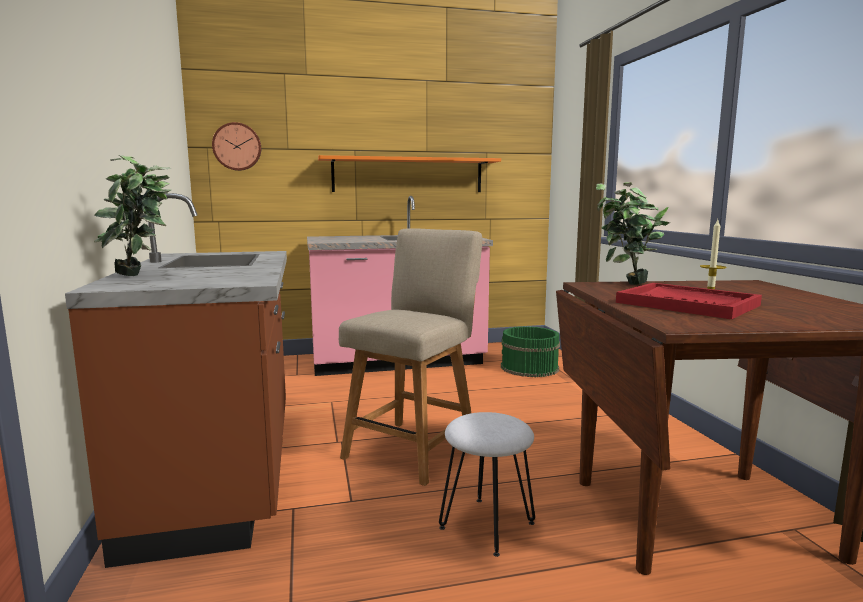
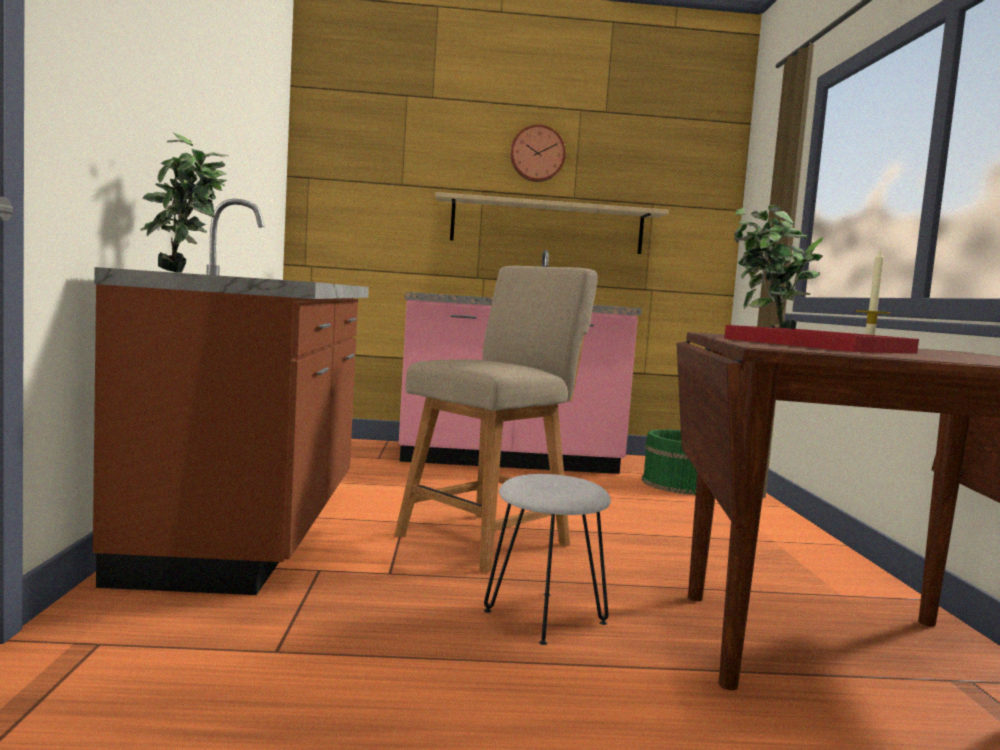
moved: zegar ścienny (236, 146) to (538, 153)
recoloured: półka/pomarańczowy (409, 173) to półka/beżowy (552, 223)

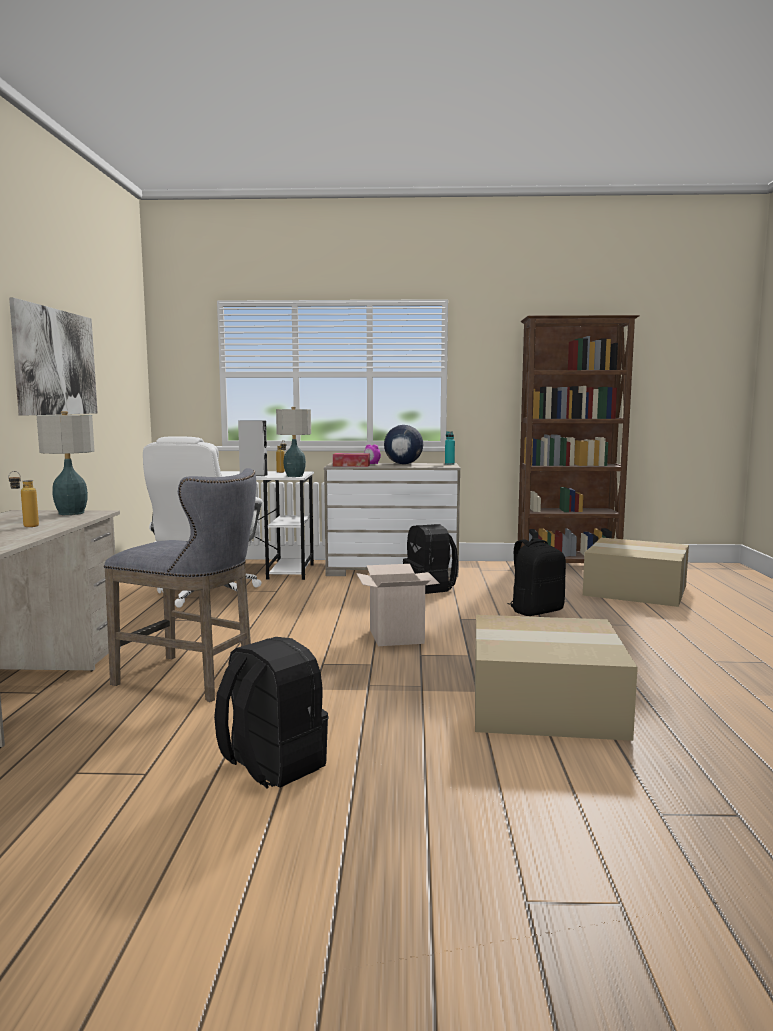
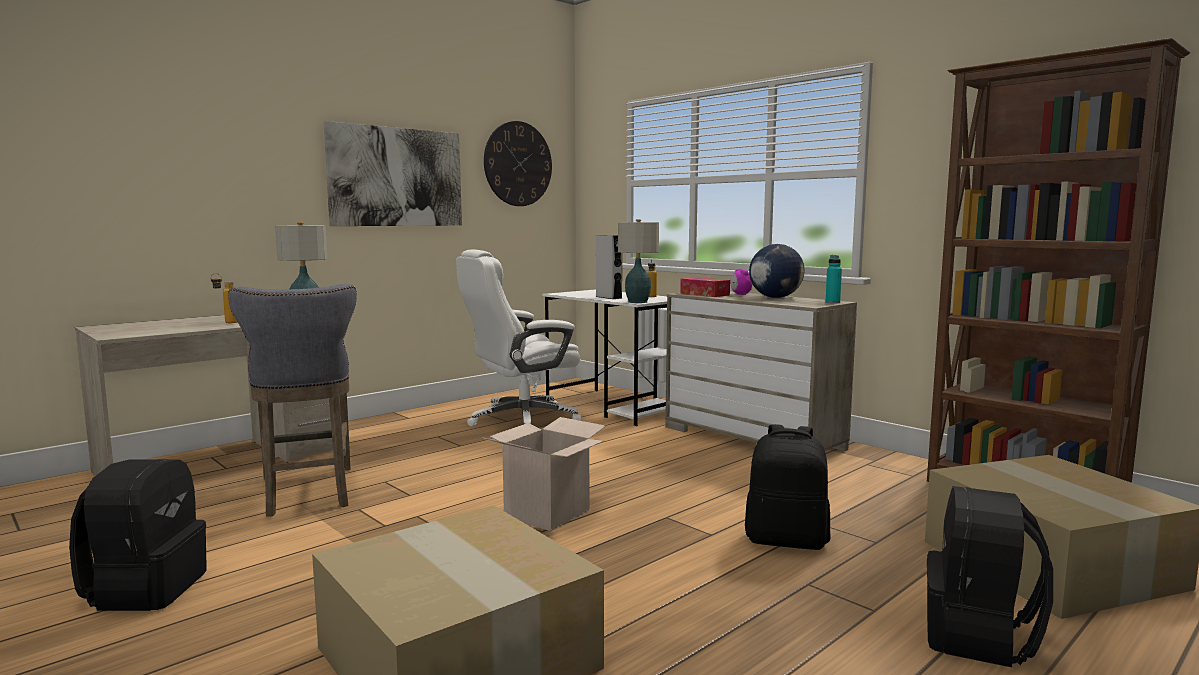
added: zegar ścienny (518, 163)
moved: plecak/czarny (430, 559) to (990, 576)

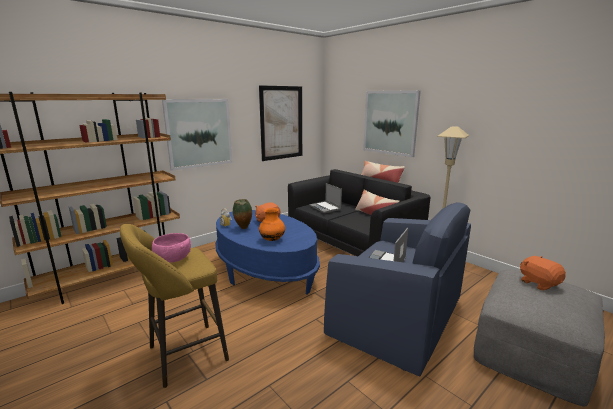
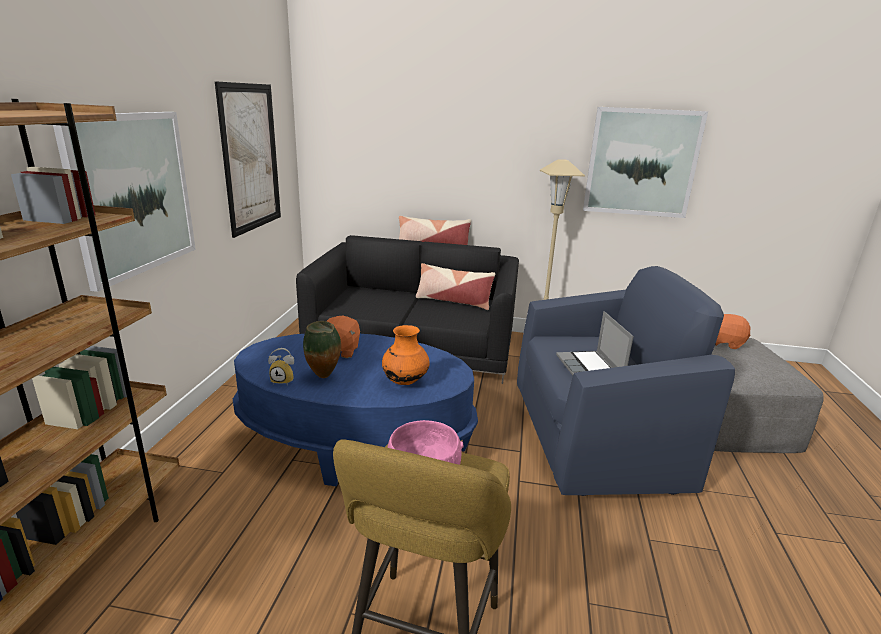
removed: laptop (325, 198)
moved: obraz (392, 123) to (645, 162)

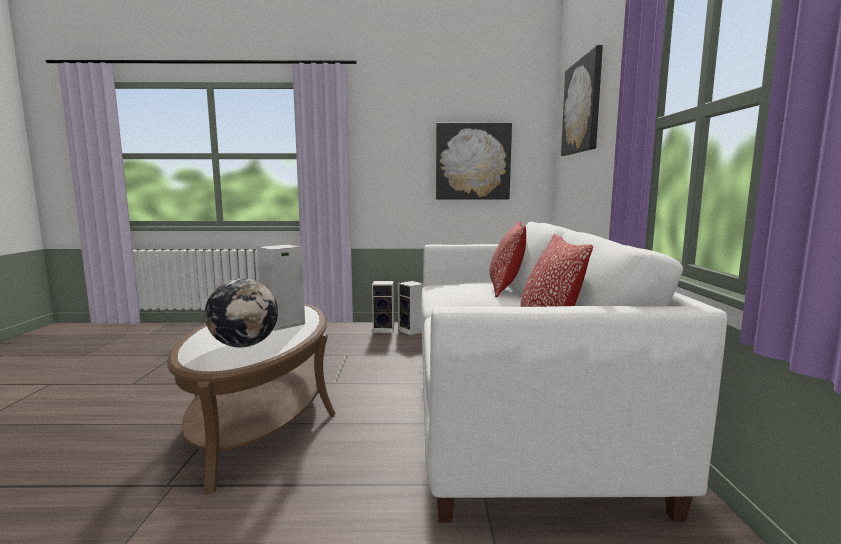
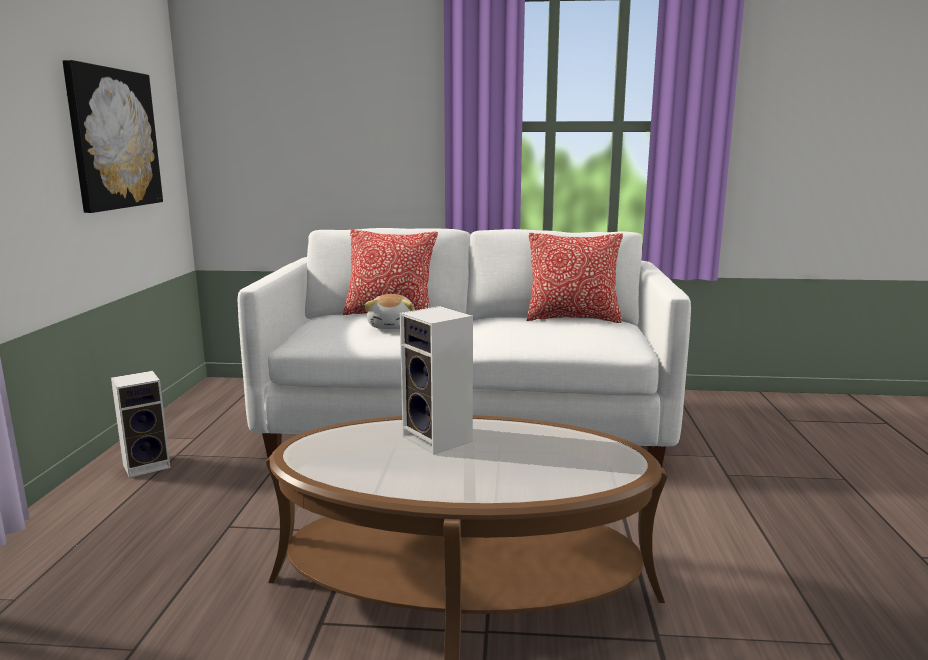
removed: globus (241, 312); głośnik (383, 307); obraz (582, 100)
added: pluszak (390, 311)

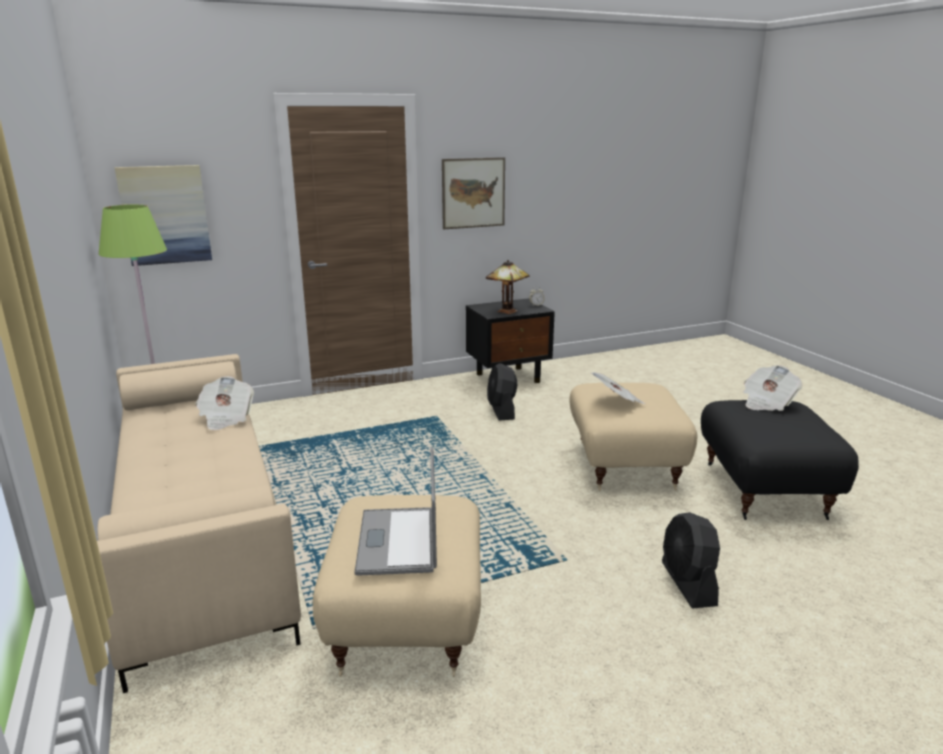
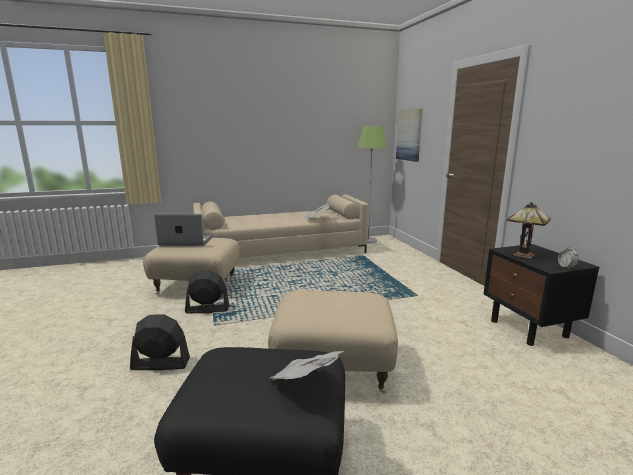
removed: obraz (473, 193); gazeta (618, 388)
moved: wentylator/czarny (502, 391) to (207, 292)

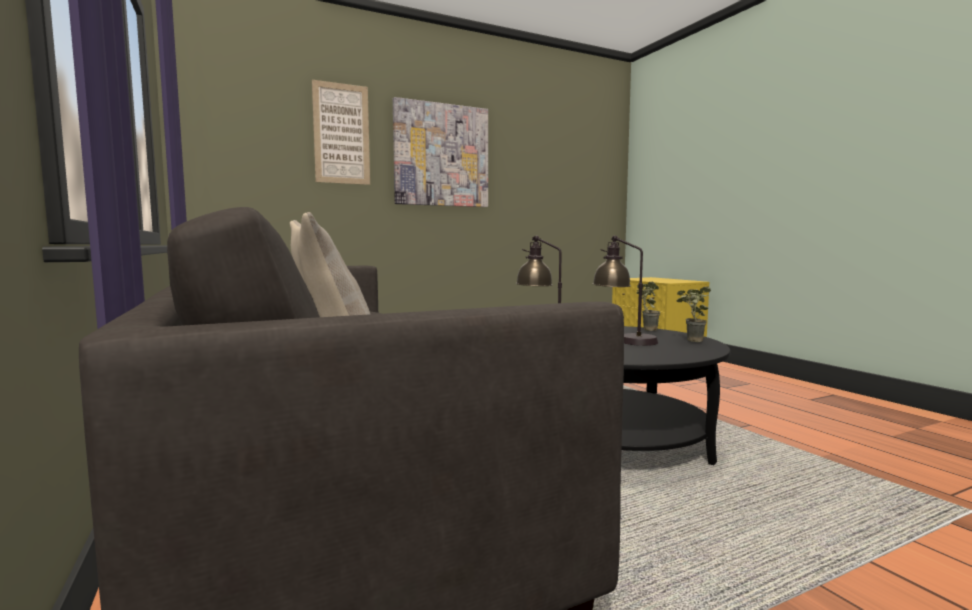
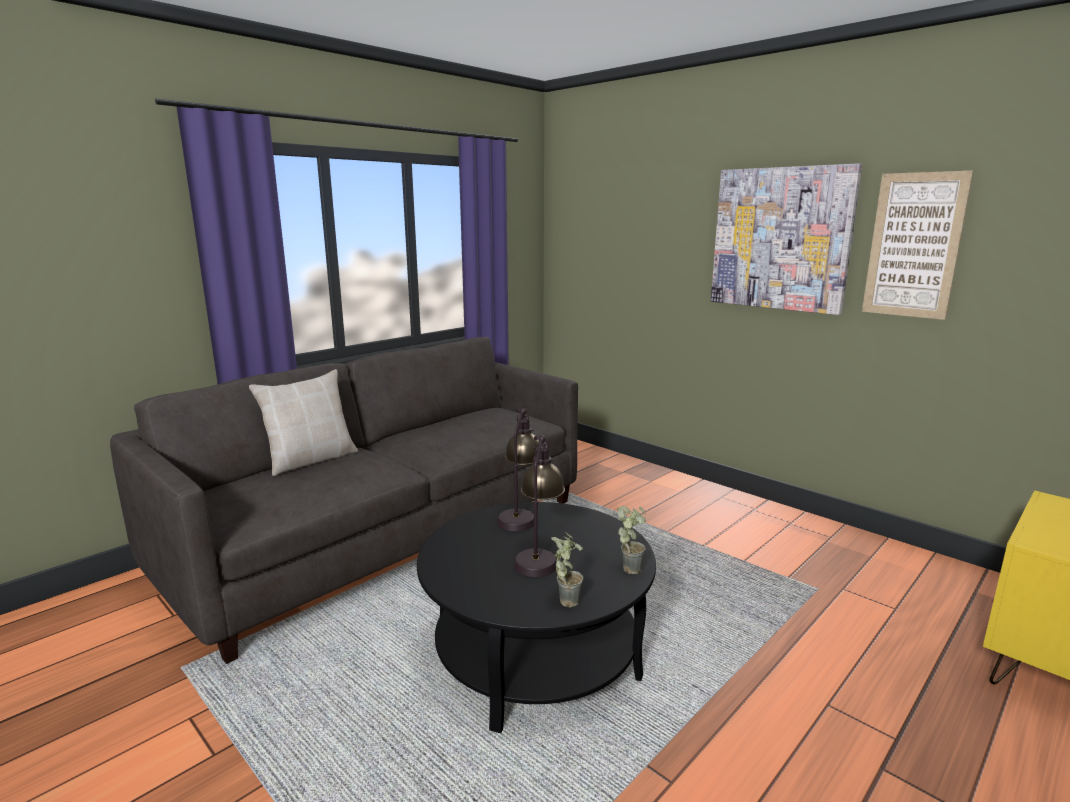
moved: obraz (341, 132) to (917, 245)

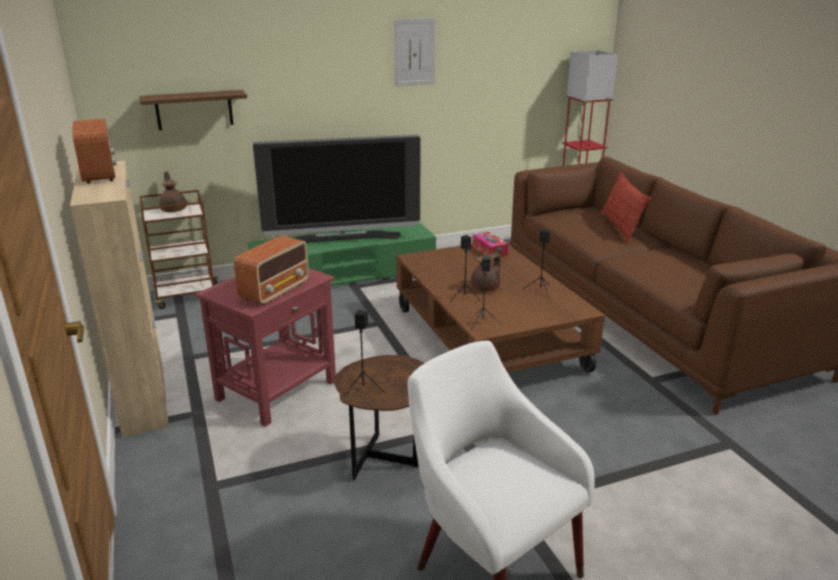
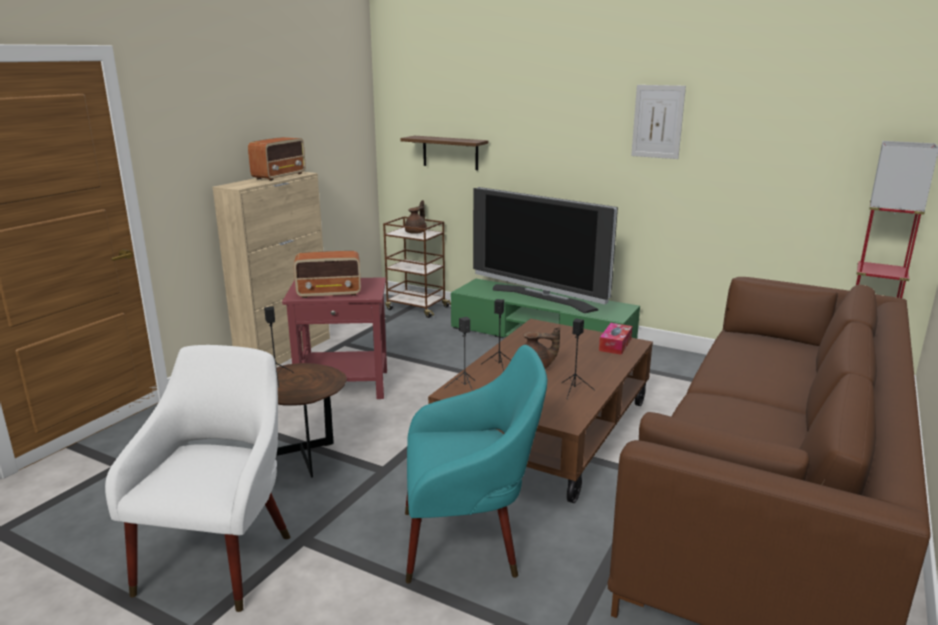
removed: poduszka (626, 207)
added: fotel/turkusowy (476, 464)

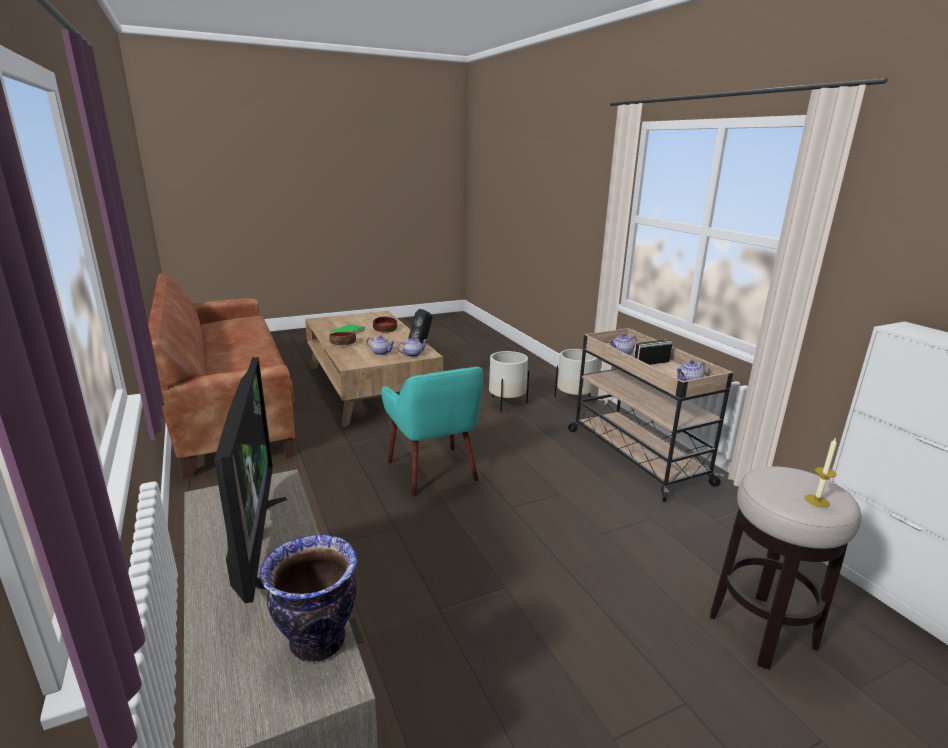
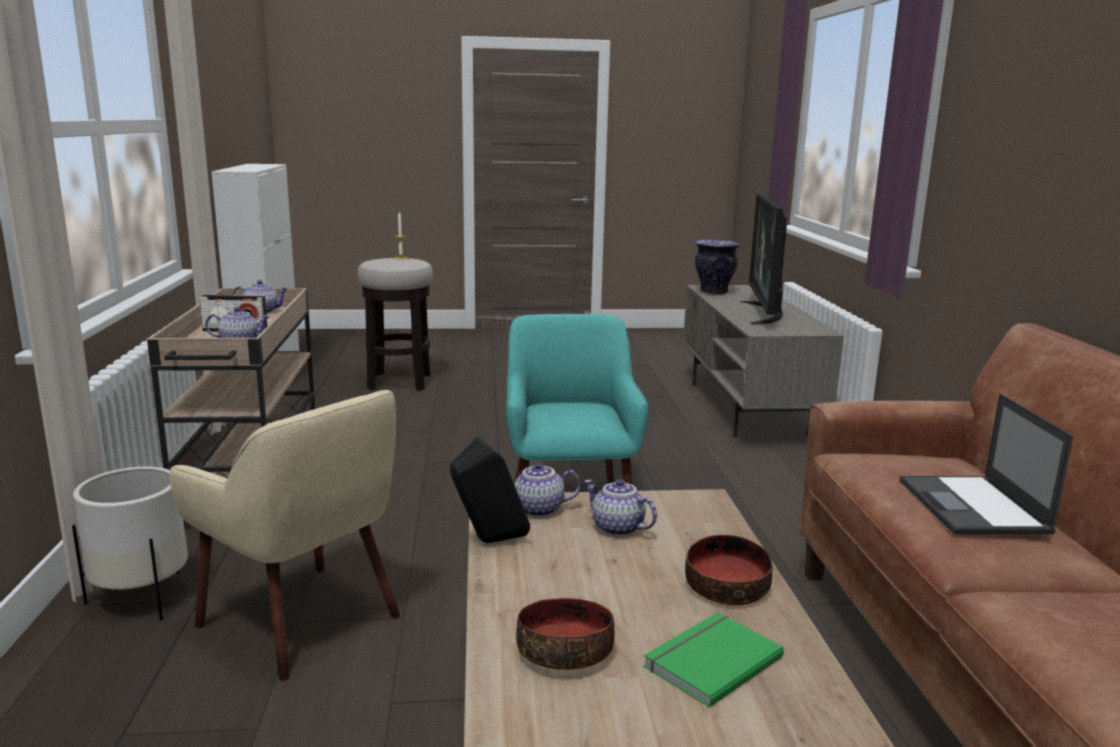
added: laptop (986, 463)
replaced: donica/biały (509, 382) to fotel/beżowy (285, 535)

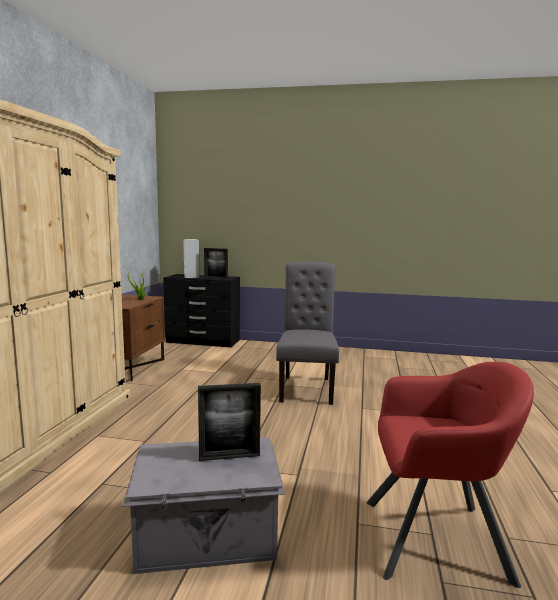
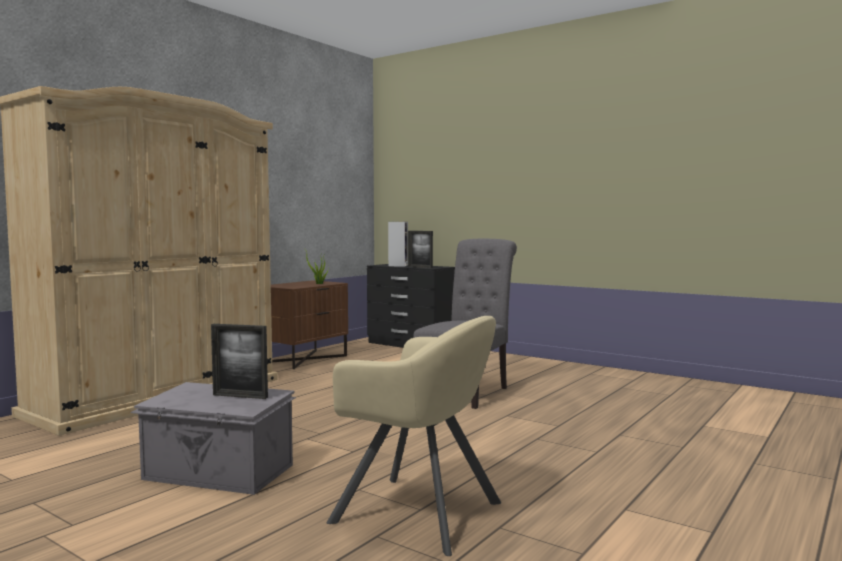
recoloured: fotel/czerwony (450, 475) to fotel/beżowy (414, 436)

